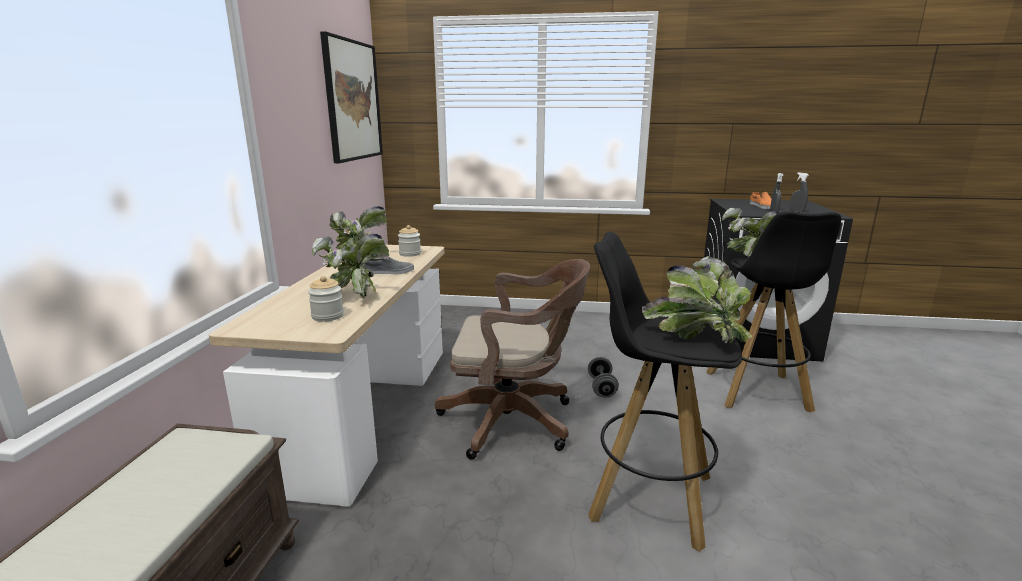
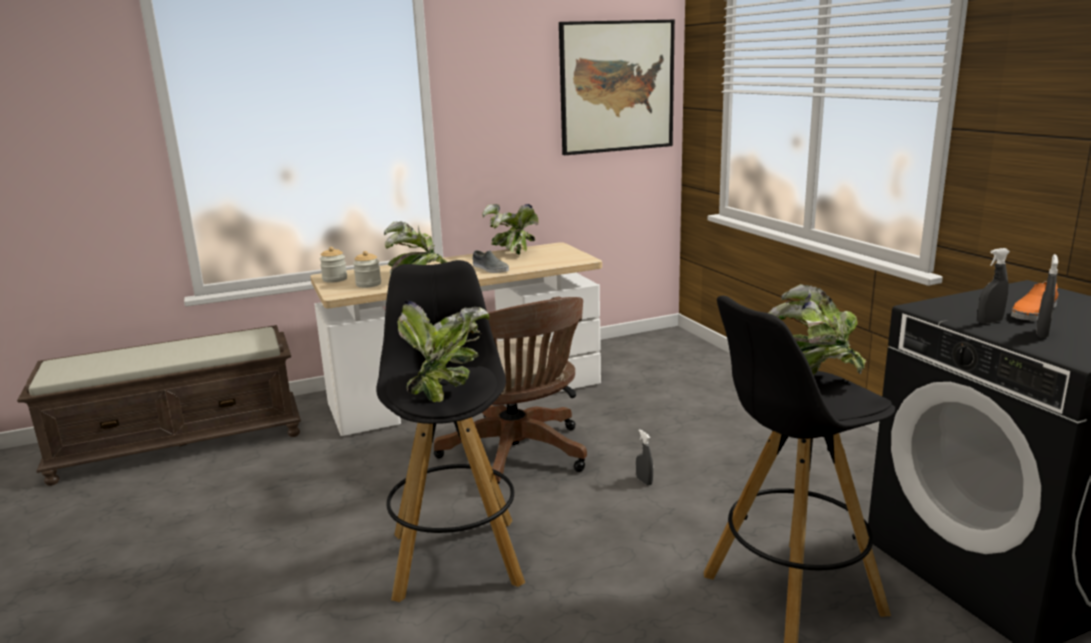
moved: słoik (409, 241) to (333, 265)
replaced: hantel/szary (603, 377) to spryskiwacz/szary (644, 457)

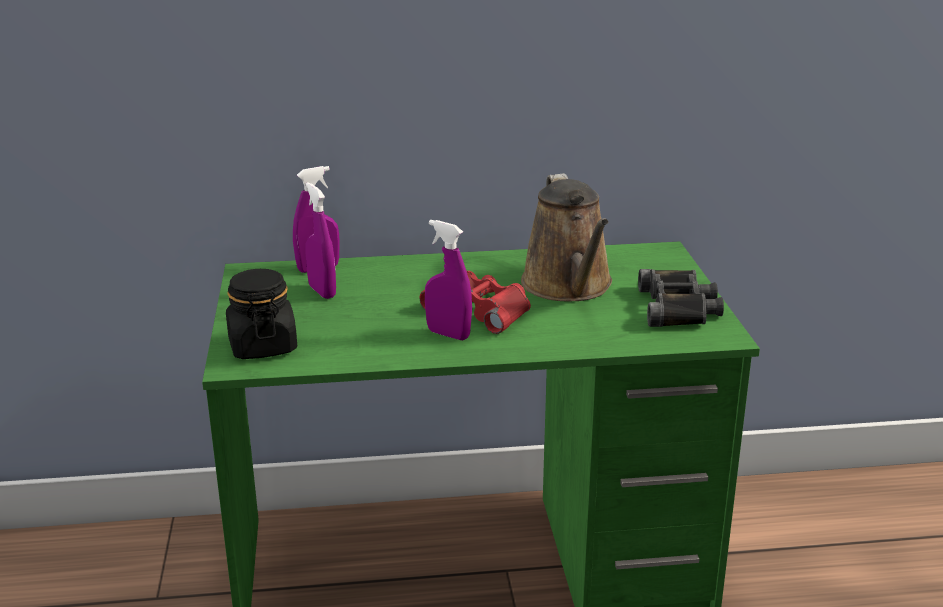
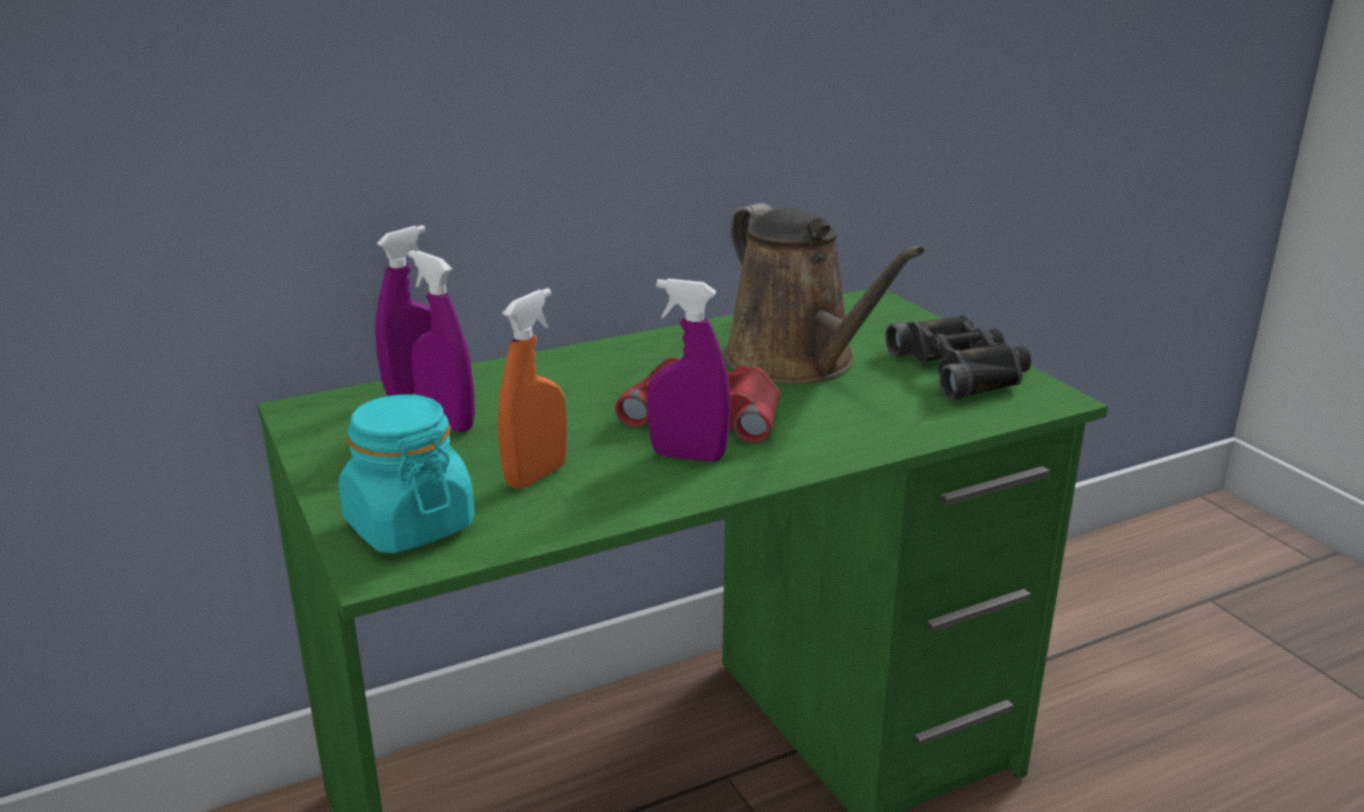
added: spryskiwacz/pomarańczowy (532, 388)
recoloured: słoik/czarny (261, 314) to słoik/turkusowy (407, 474)

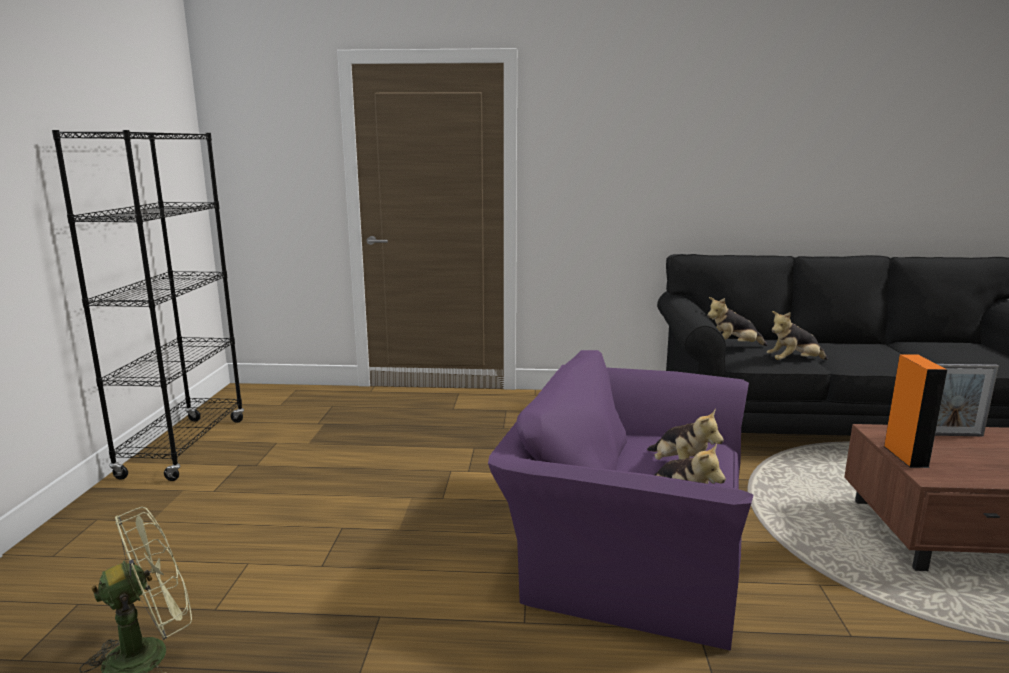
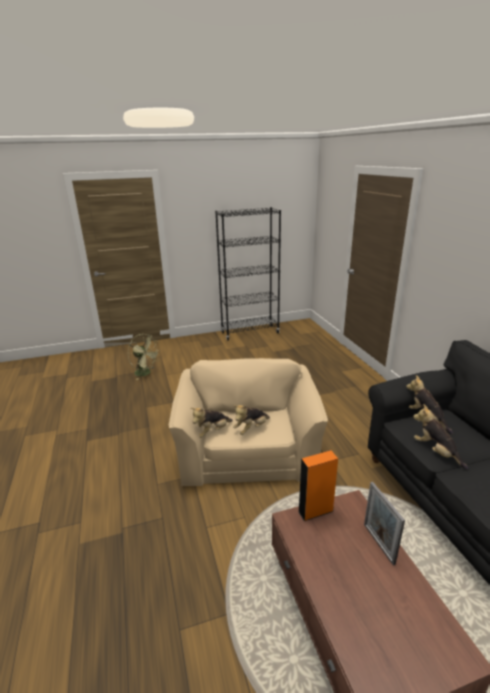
recoloured: fotel/fioletowy (620, 500) to fotel/beżowy (248, 422)

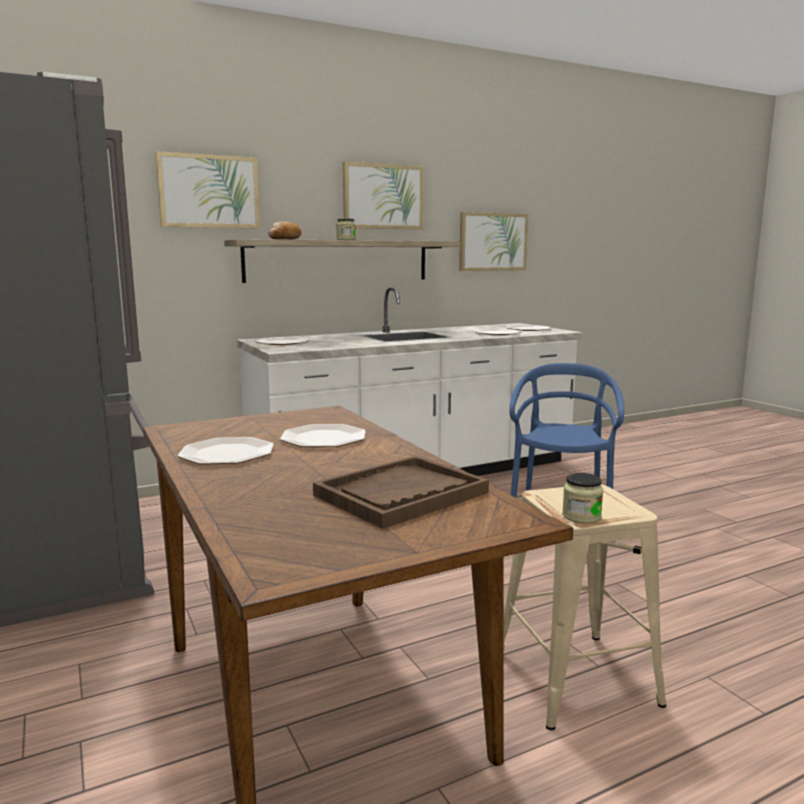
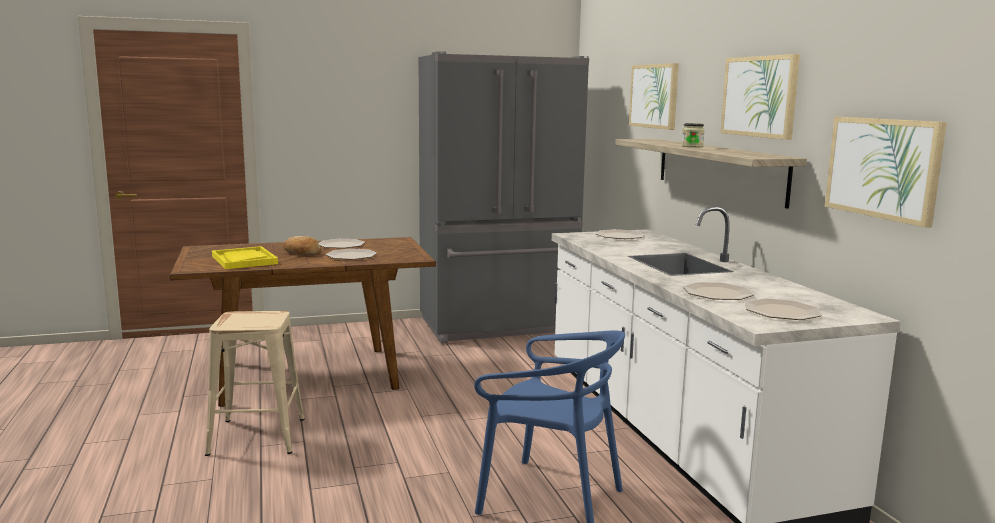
removed: słoik (582, 498)
moved: chleb (285, 230) to (302, 245)
recoloured: taca/brązowy (401, 492) to taca/żółty (245, 257)

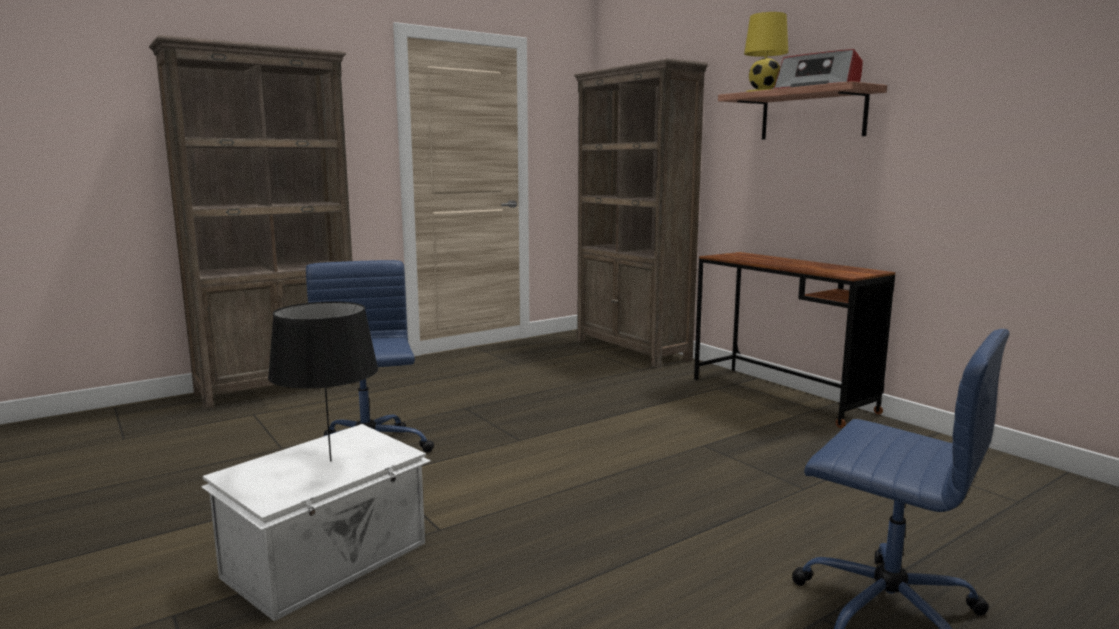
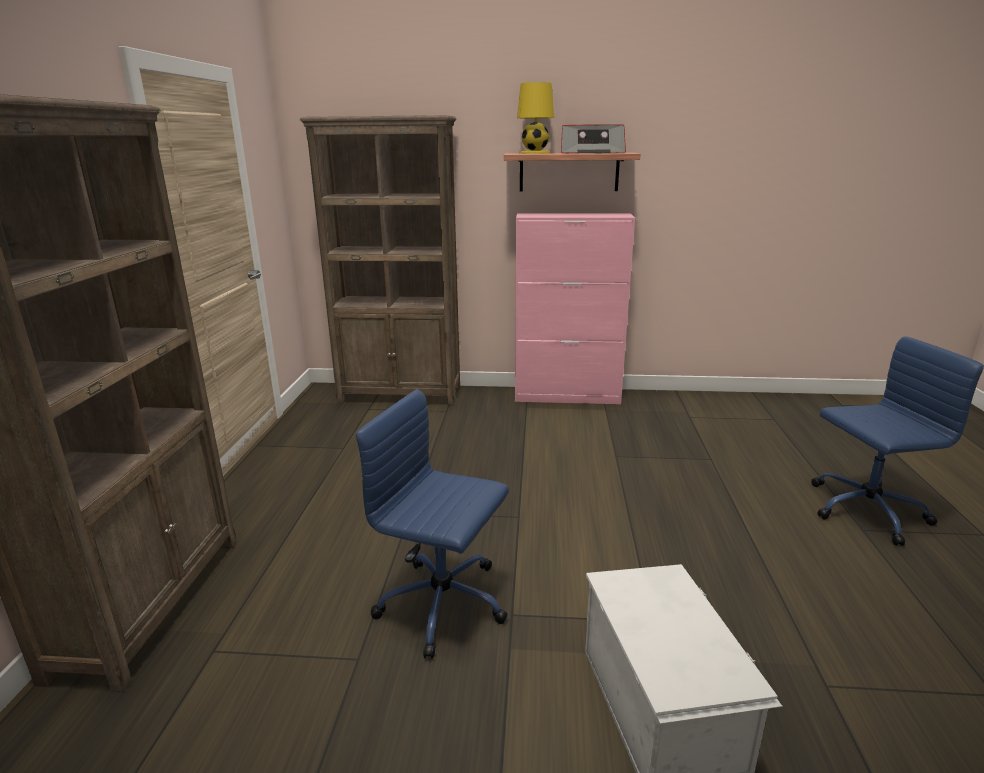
removed: lampa stołowa/czarny (323, 381)
replaced: biurko/brązowy (794, 340) to szafka/różowy (575, 308)

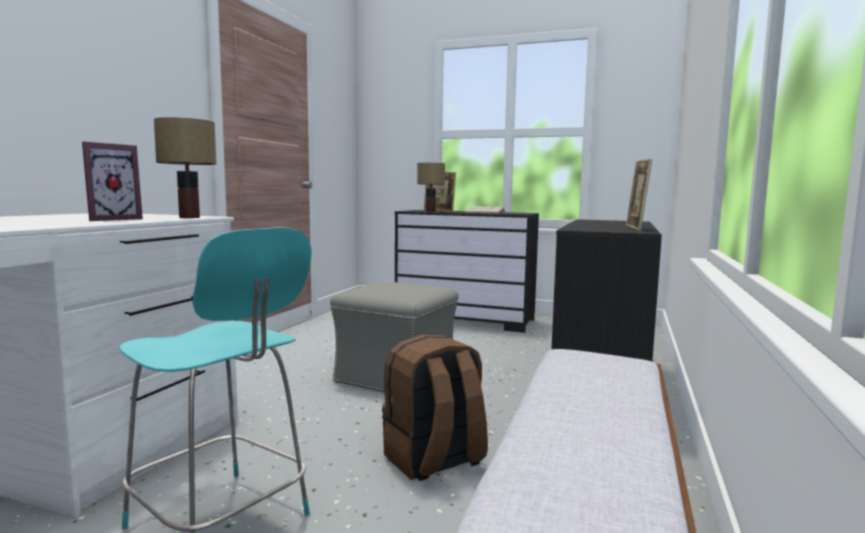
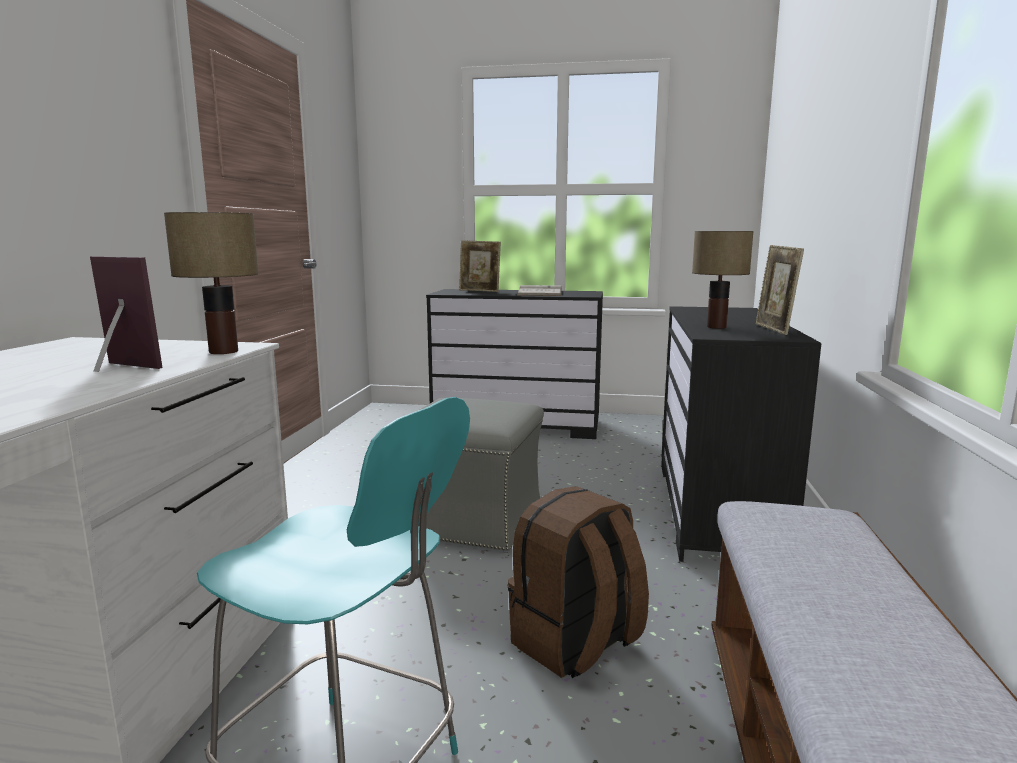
moved: lampa stołowa (431, 187) to (722, 280)
turned: ramka na zdjęcie (112, 181) = (126, 314) 90 degrees counterclockwise

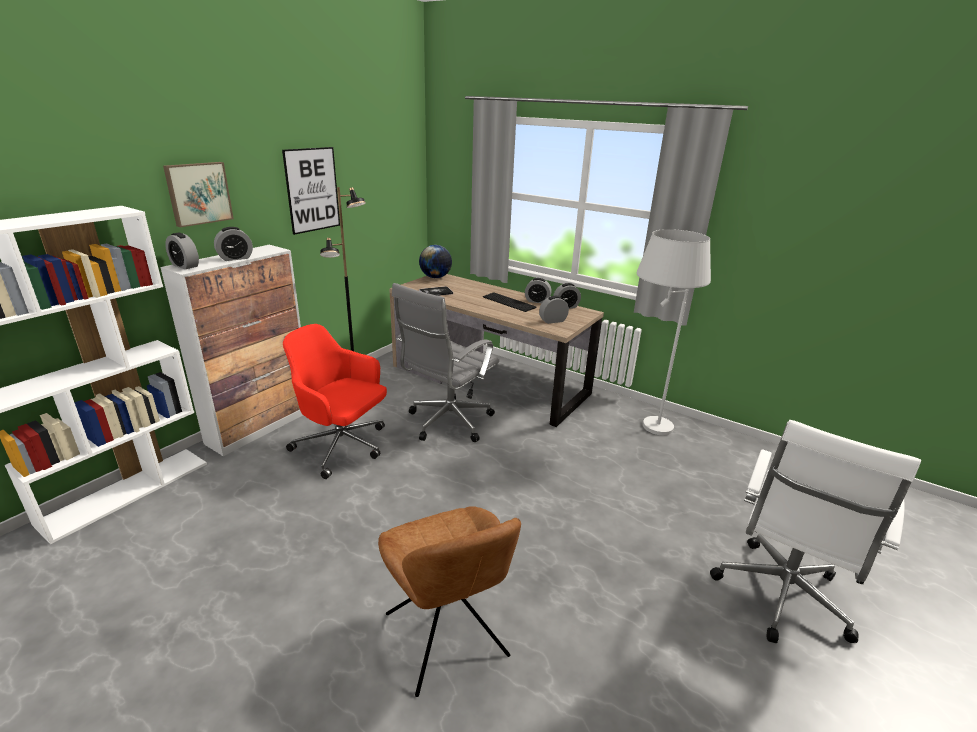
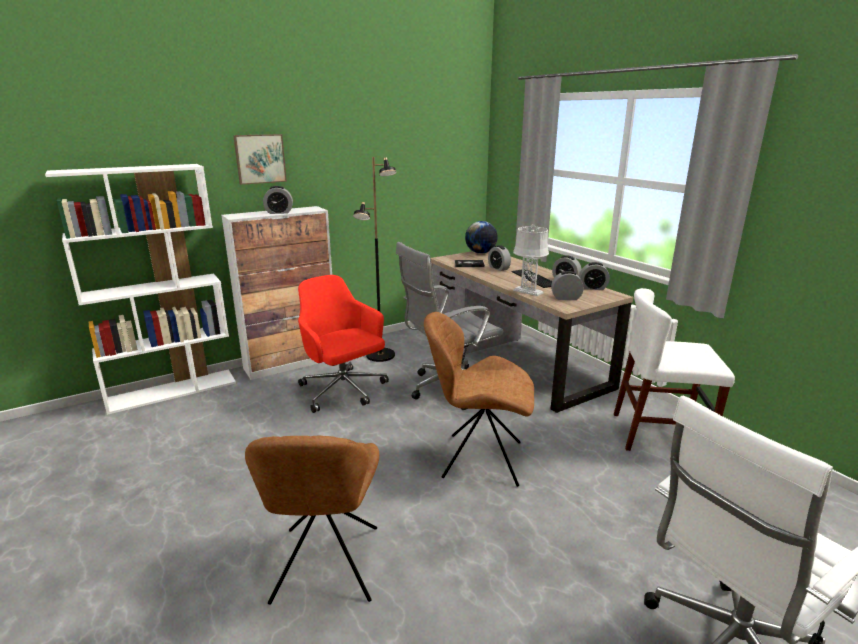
removed: obraz (311, 191)
added: krzesło/brązowy (479, 399); lampa stołowa/szary (531, 260)
moved: budzik (182, 251) to (499, 258)
replaced: lampa stojąca/biały (674, 332) to krzesło/biały (674, 369)

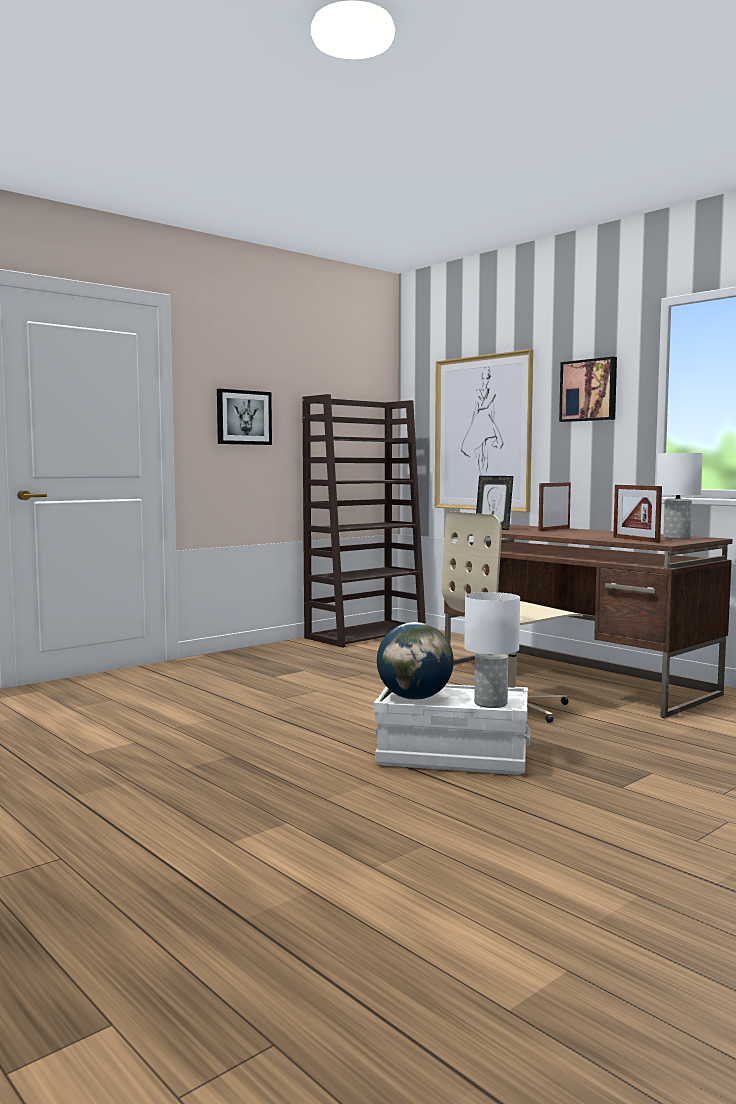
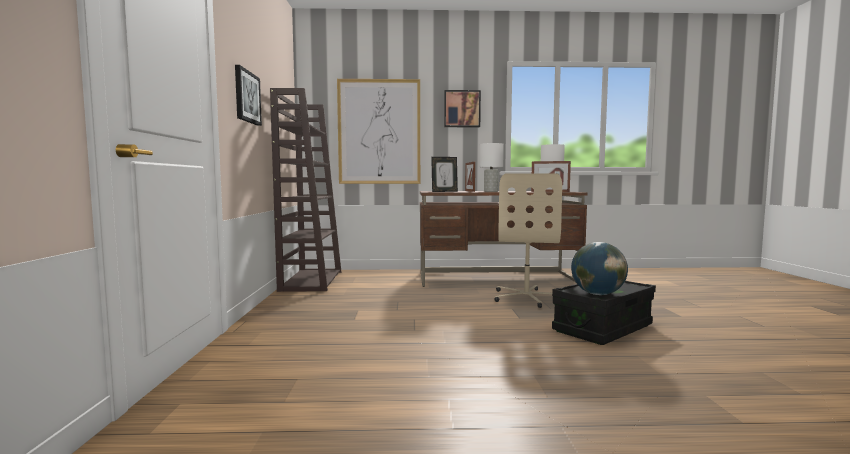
moved: lampa stołowa/biały (492, 650) to (492, 167)
recoloured: pojemnik do przechowywania/biały (452, 729) to pojemnik do przechowywania/czarny (604, 313)

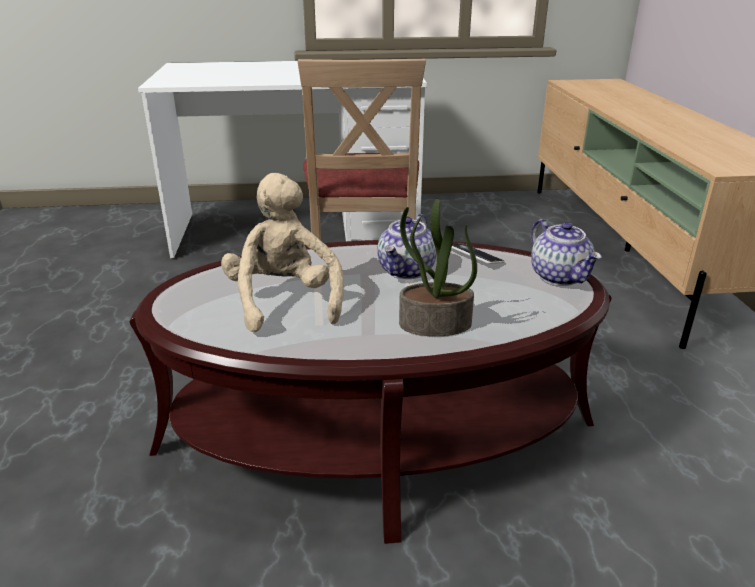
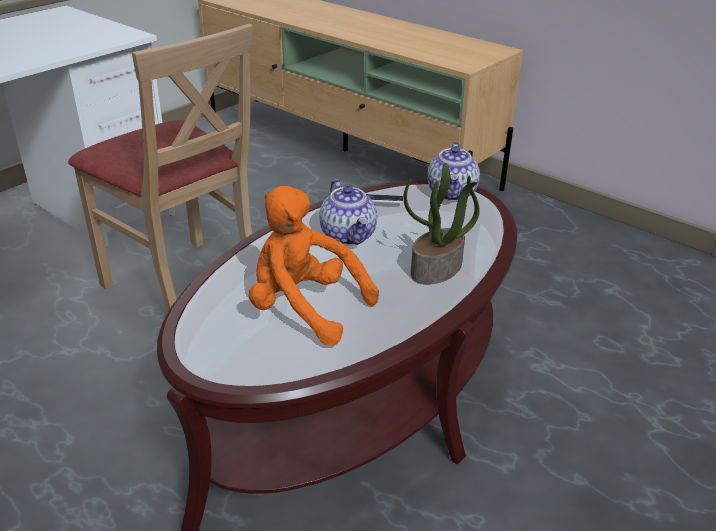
recoloured: pluszak/beżowy (282, 252) to pluszak/pomarańczowy (314, 266)
turned: imbryk (566, 252) = (453, 171) 75 degrees clockwise

